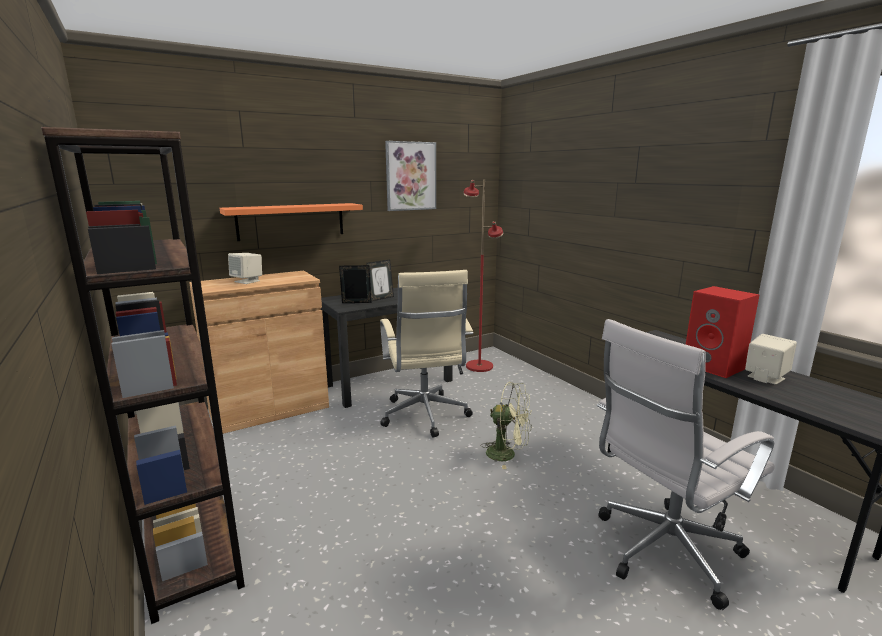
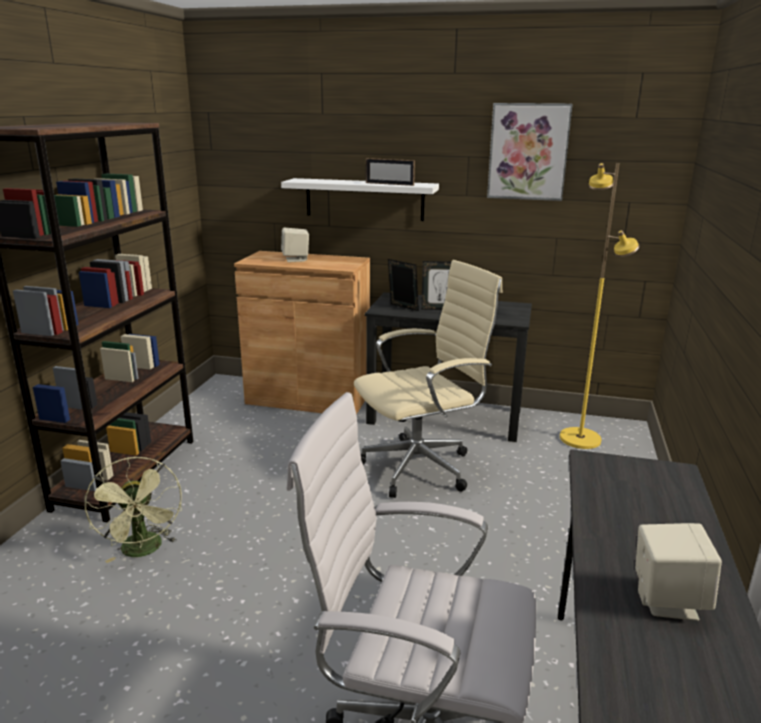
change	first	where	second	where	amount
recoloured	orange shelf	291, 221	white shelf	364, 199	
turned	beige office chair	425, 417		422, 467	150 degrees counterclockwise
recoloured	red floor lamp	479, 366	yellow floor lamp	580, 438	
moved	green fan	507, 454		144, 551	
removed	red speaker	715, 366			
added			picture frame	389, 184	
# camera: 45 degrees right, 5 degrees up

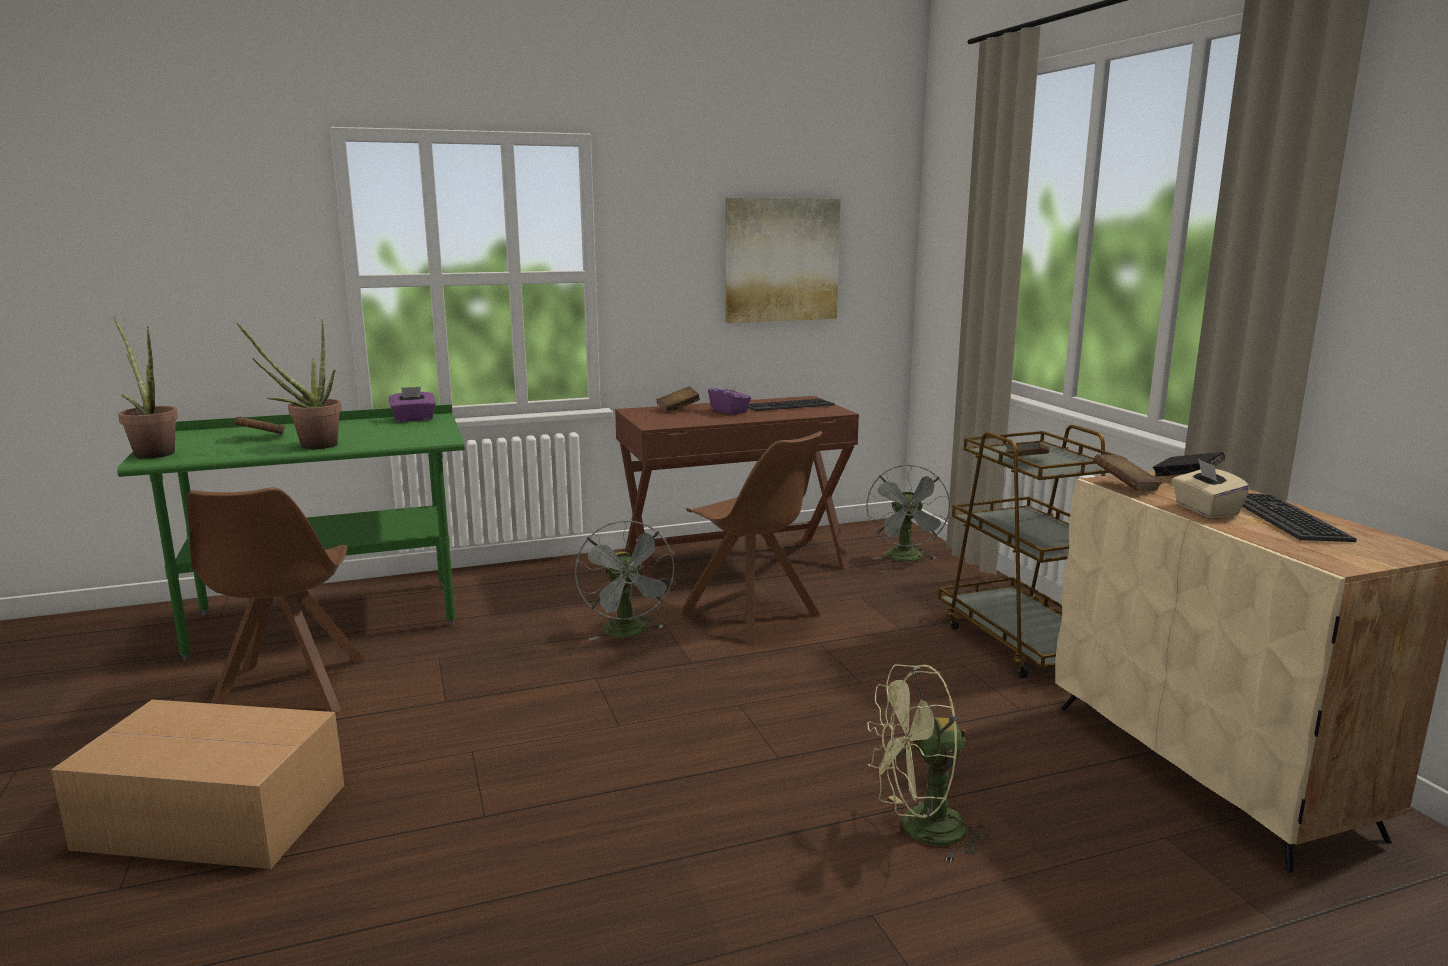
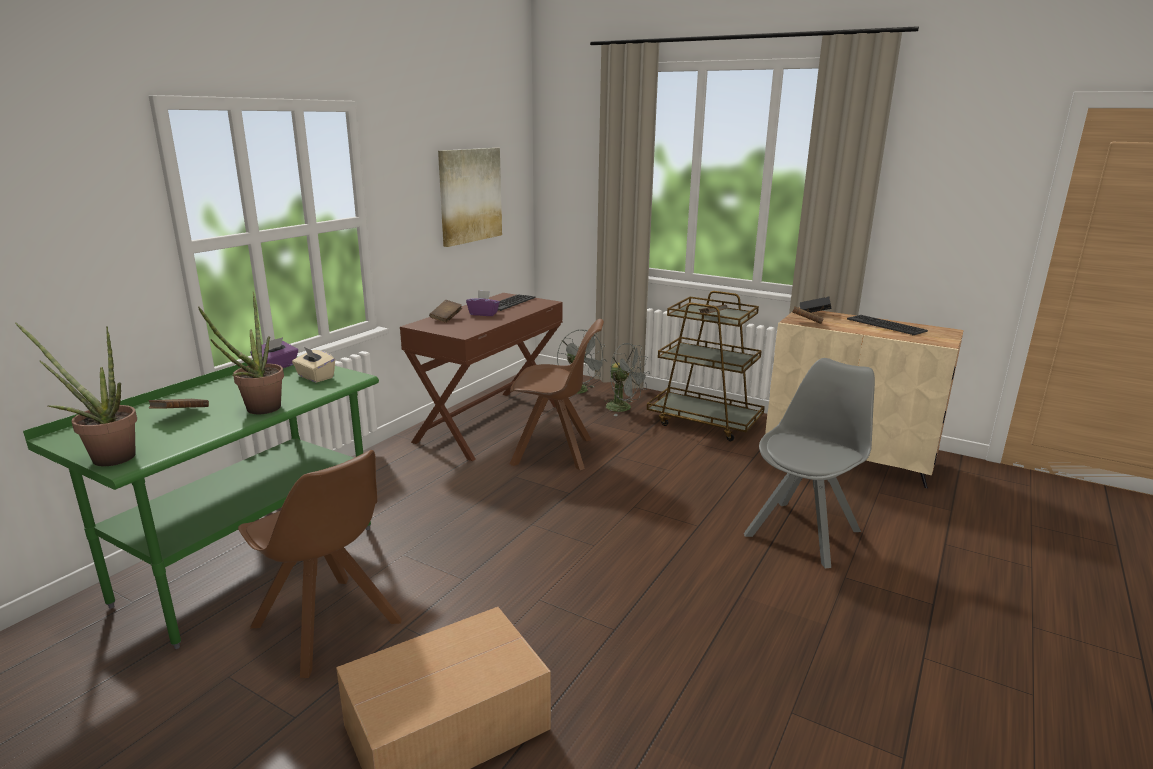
change	first	where	second	where	amount
moved	grey fan	629, 633		624, 408	
replaced	green fan	920, 830	grey chair	804, 531	
moved	beige tissue box	1205, 510		315, 377	
# camera: 40 degrees left, 5 degrees up

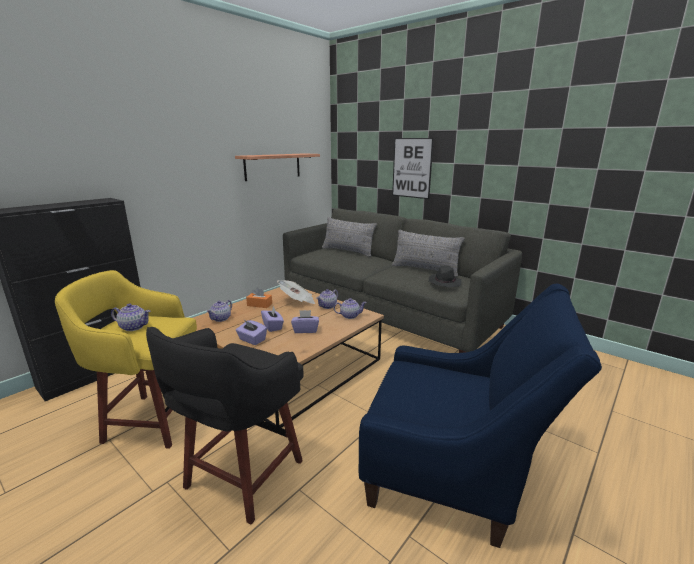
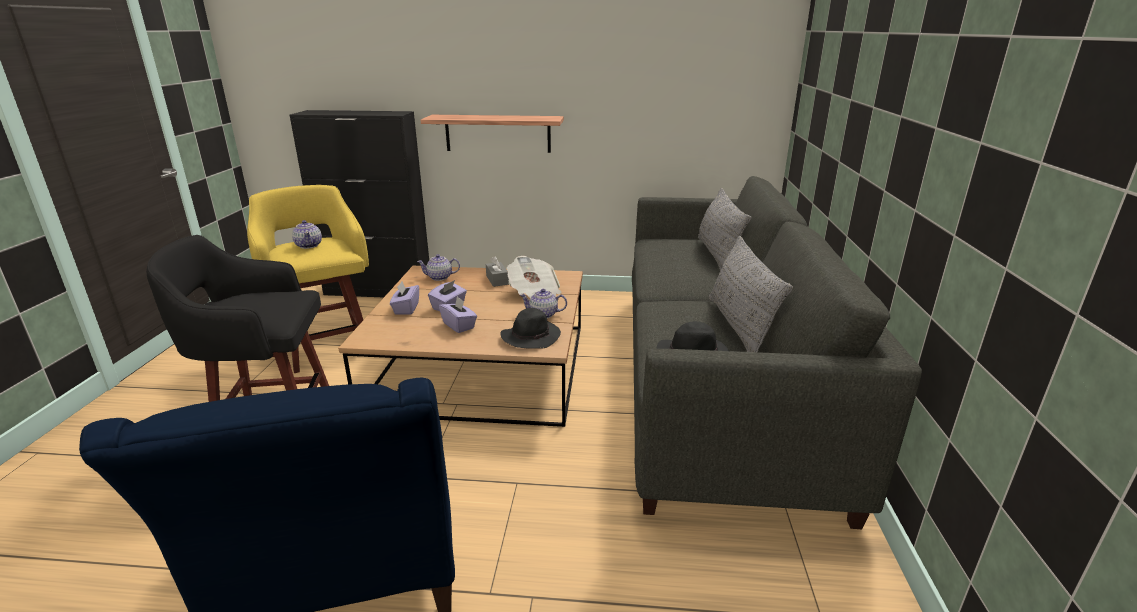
change	first	where	second	where	amount
moved	shelf	273, 166		498, 133	
recoloured	orange tissue box	259, 304	grey tissue box	497, 280	
replaced	teapot	349, 316	black hat	531, 337	
removed	picture	412, 168			
# camera: 55 degrees right, 5 degrees up

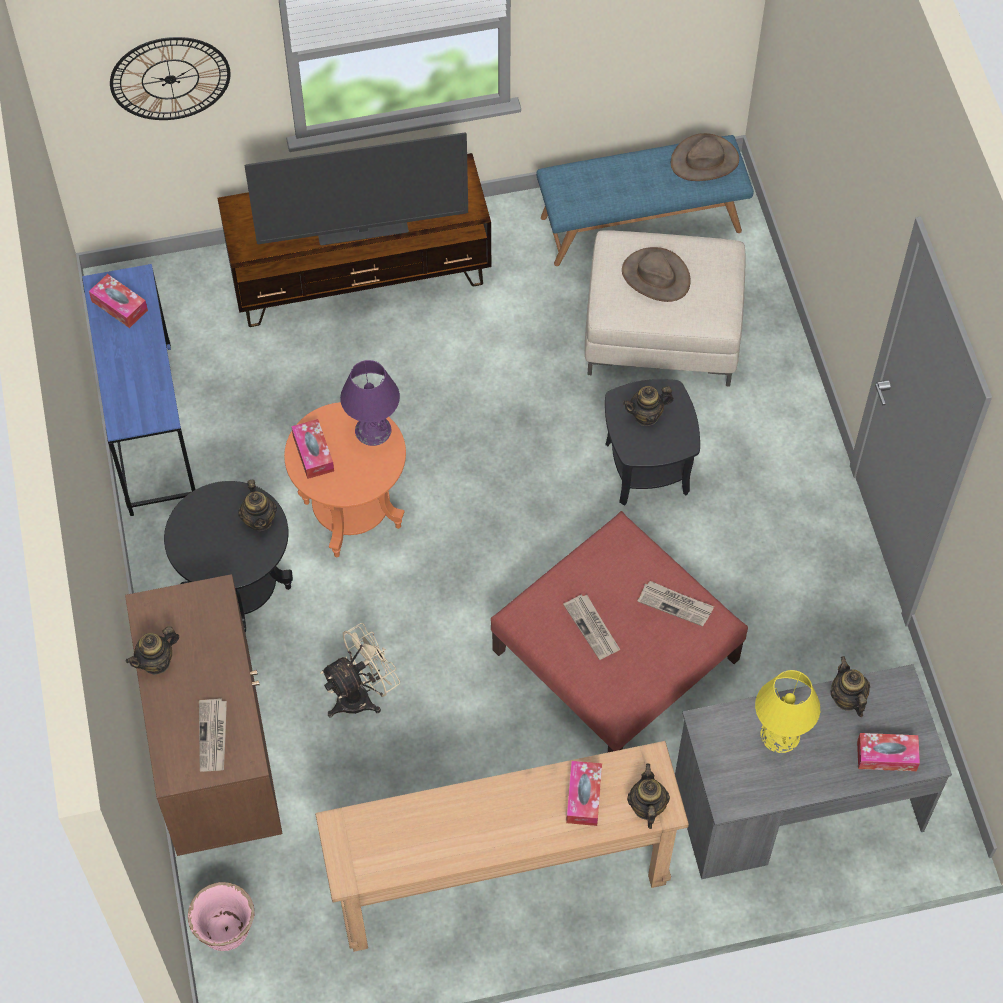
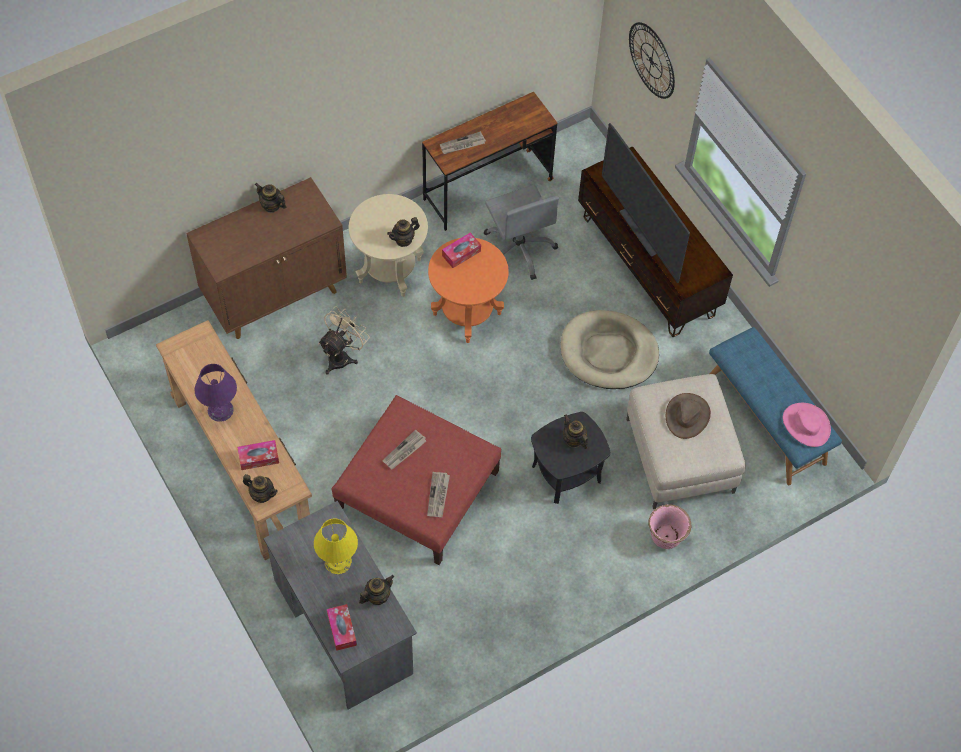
change	first	where	second	where	amount
recoloured	blue desk	150, 429	brown desk	487, 189	
removed	tissue box	119, 306			
recoloured	black side table	239, 593	beige side table	390, 271	
moved	pink planter	226, 931		666, 537	
moved	newspaper	213, 736		462, 145	
turned	beige fan	361, 695		342, 356	90 degrees counterclockwise
moved	purple table lamp	372, 430		220, 409	
turned	teapot	646, 807		262, 494	45 degrees clockwise
recoloured	brown hat	704, 160	pink hat	806, 425	
added			grey office chair	518, 249	
added			beige dog bed	608, 352	
# camera: 70 degrees right, 0 degrees up

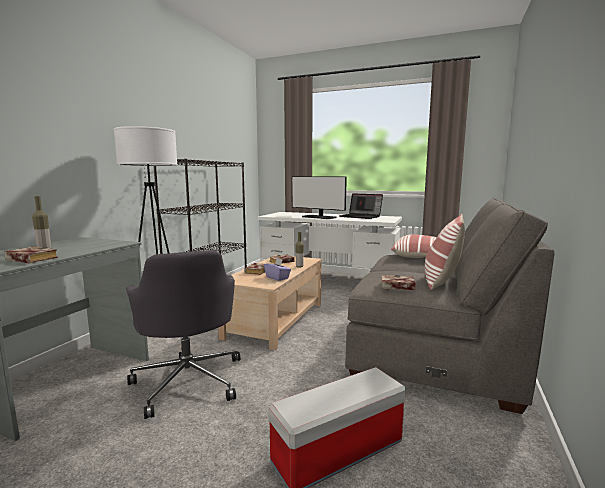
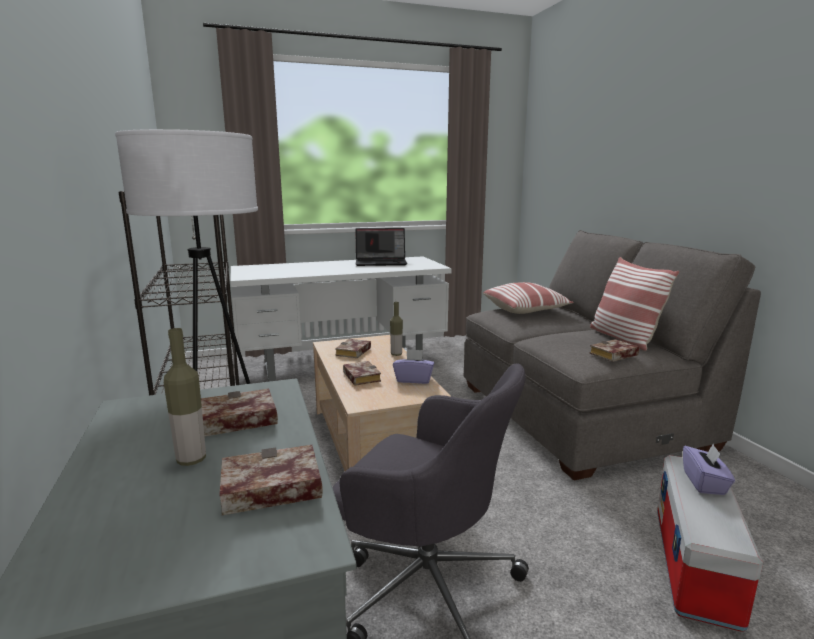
change	first	where	second	where	amount
removed	monitor	319, 217			
added			book	233, 422	
added			purple tissue box	704, 483	
# camera: 40 degrees left, 5 degrees up

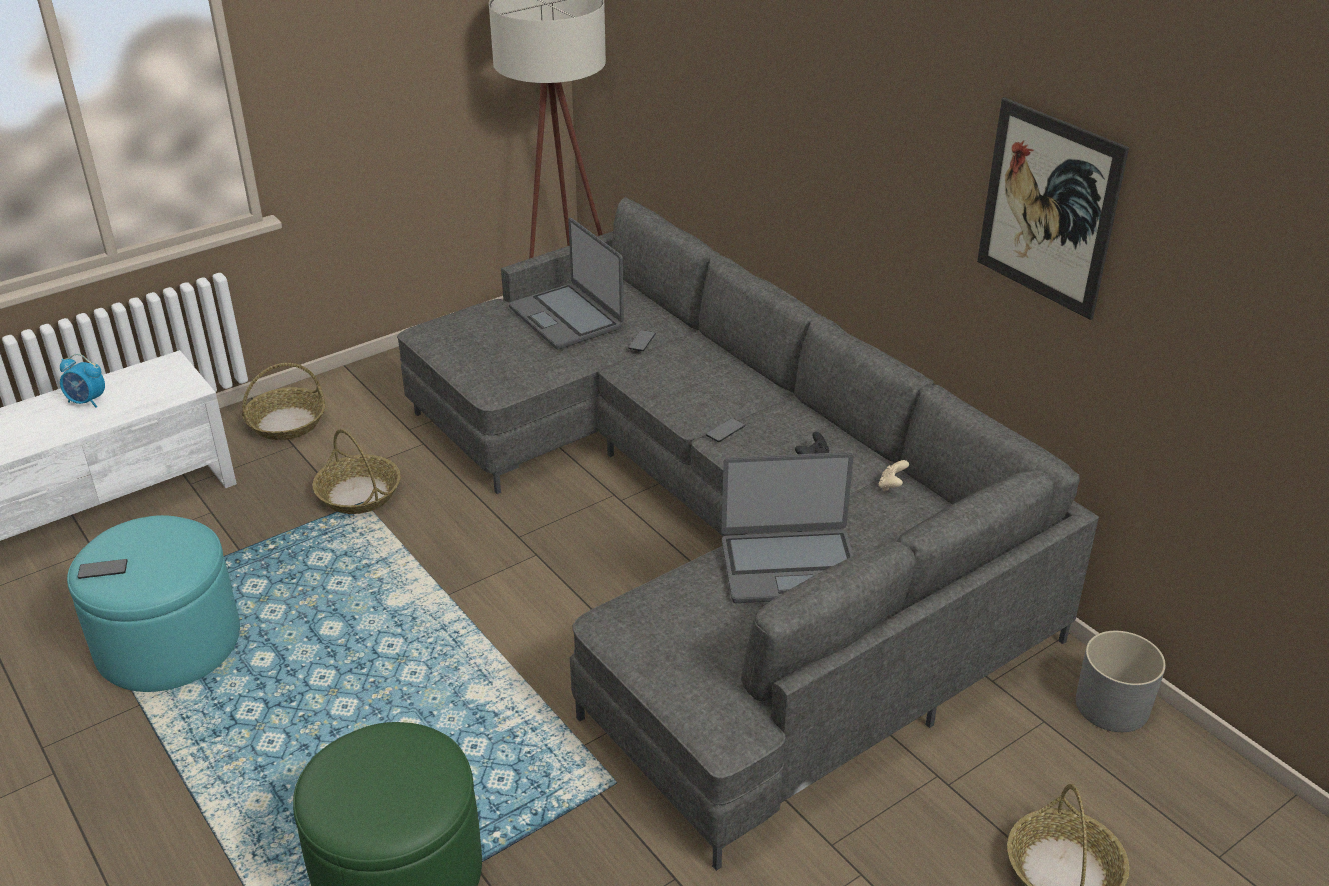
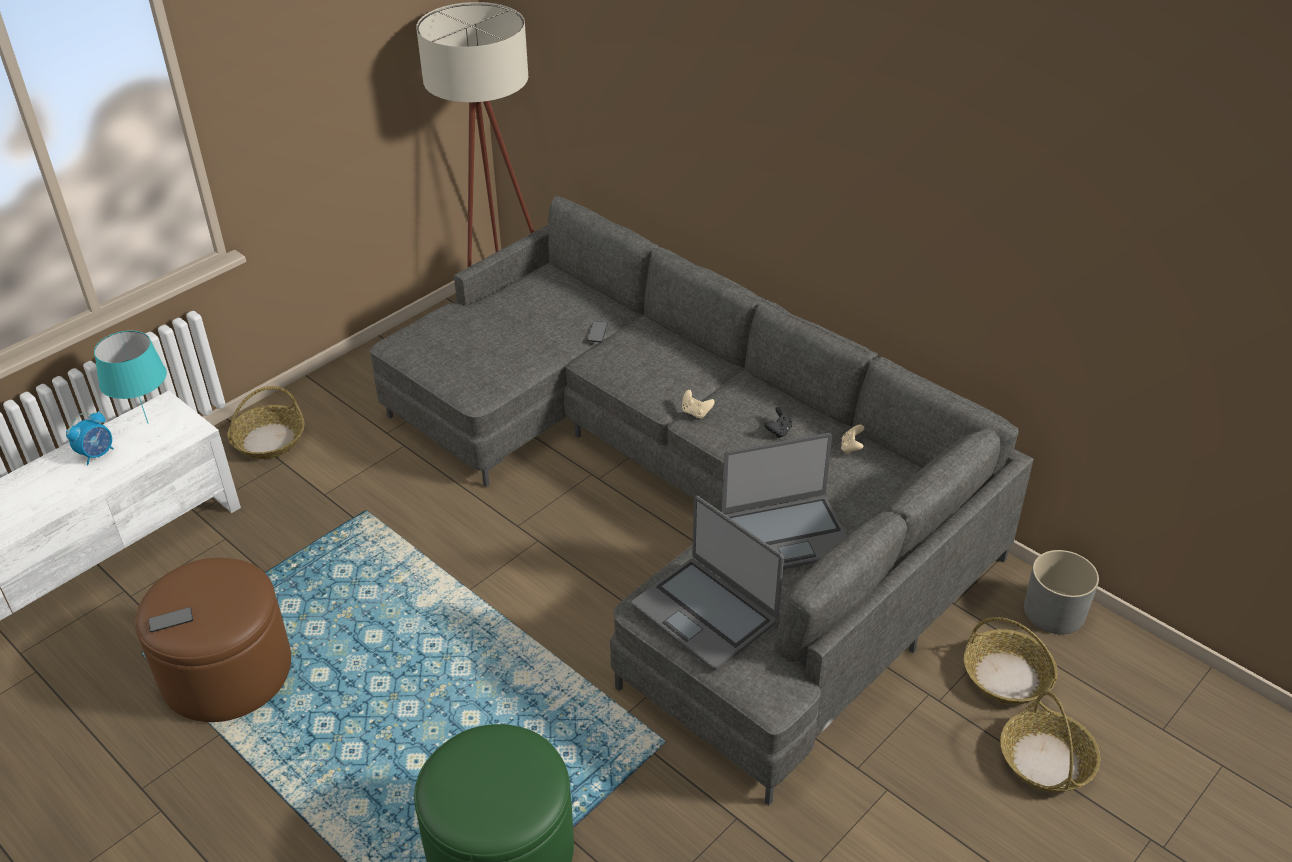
change	first	where	second	where	amount
turned	alarm clock	87, 401		97, 454	60 degrees counterclockwise
recoloured	turquoise ottoman	168, 642	brown ottoman	227, 671	
moved	basket	359, 494		1007, 676	
moved	laptop	567, 317		705, 613	
replaced	phone	725, 431	beige game controller	696, 412	
removed	picture	1048, 208			
added			turquoise table lamp	147, 423	
# camera: 10 degrees left, 5 degrees up

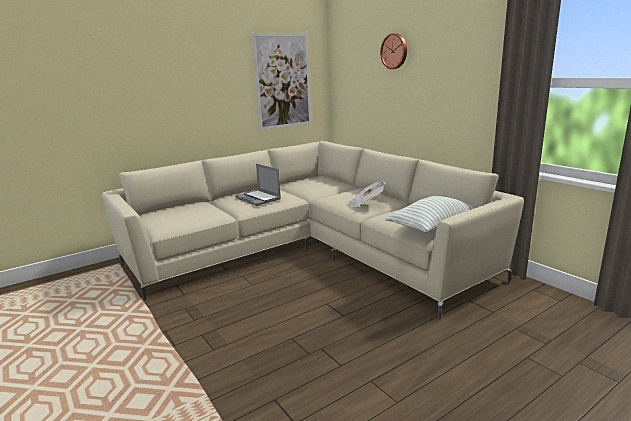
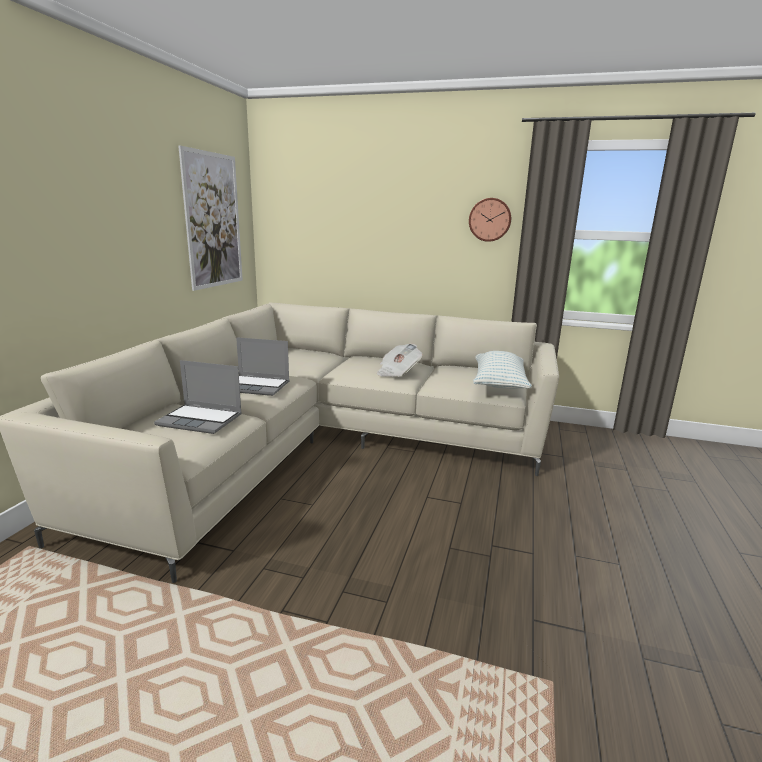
change	first	where	second	where	amount
moved	wall clock	394, 51		490, 219	
added			laptop	201, 420	
# camera: 40 degrees left, 0 degrees up

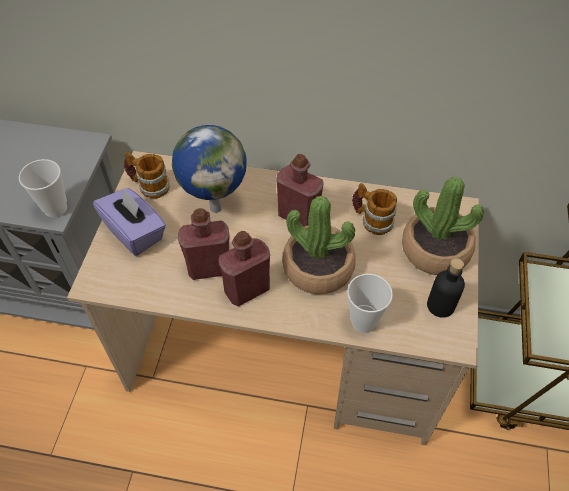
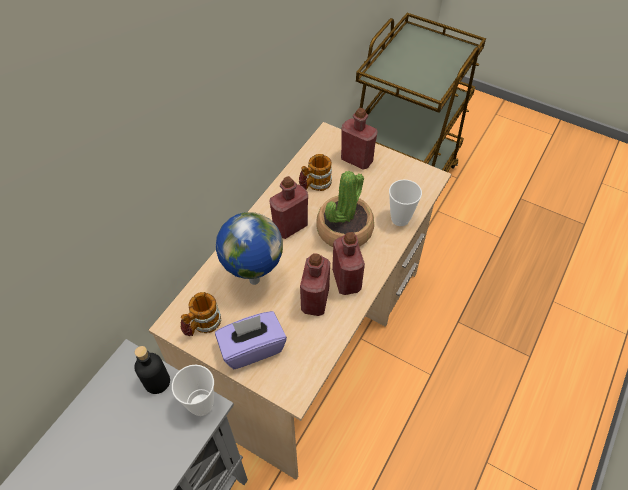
change	first	where	second	where	amount
replaced	potted plant	435, 250	red bottle	356, 160	
moved	black bottle	440, 305		157, 381	
# camera: 70 degrees left, 0 degrees up

